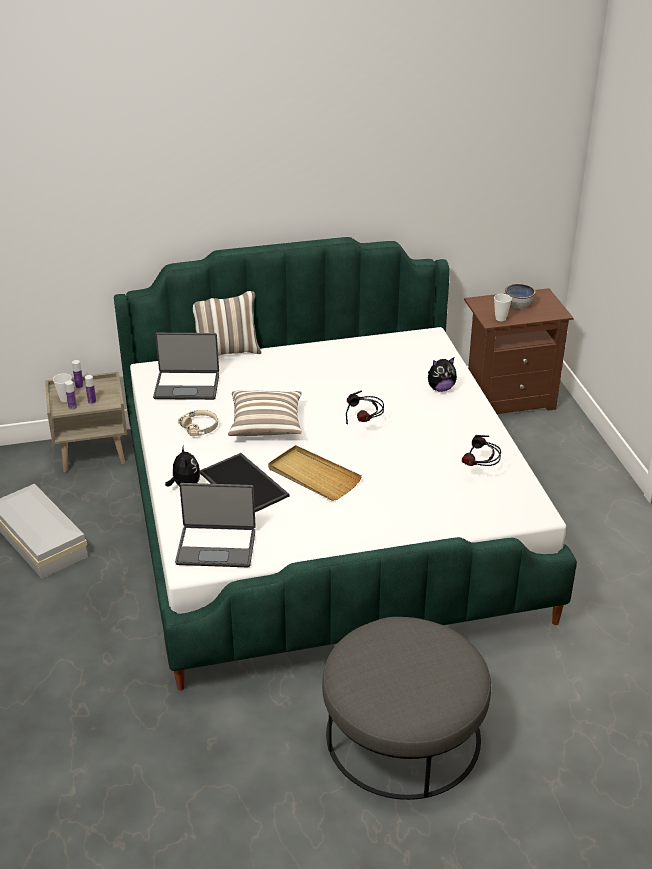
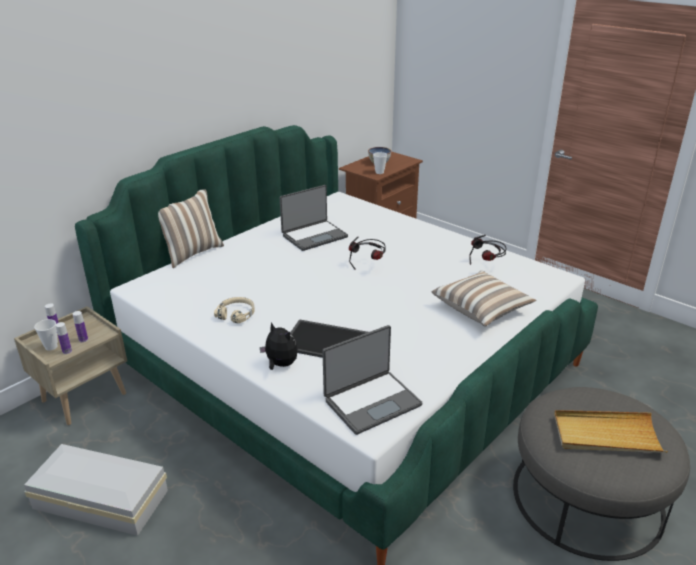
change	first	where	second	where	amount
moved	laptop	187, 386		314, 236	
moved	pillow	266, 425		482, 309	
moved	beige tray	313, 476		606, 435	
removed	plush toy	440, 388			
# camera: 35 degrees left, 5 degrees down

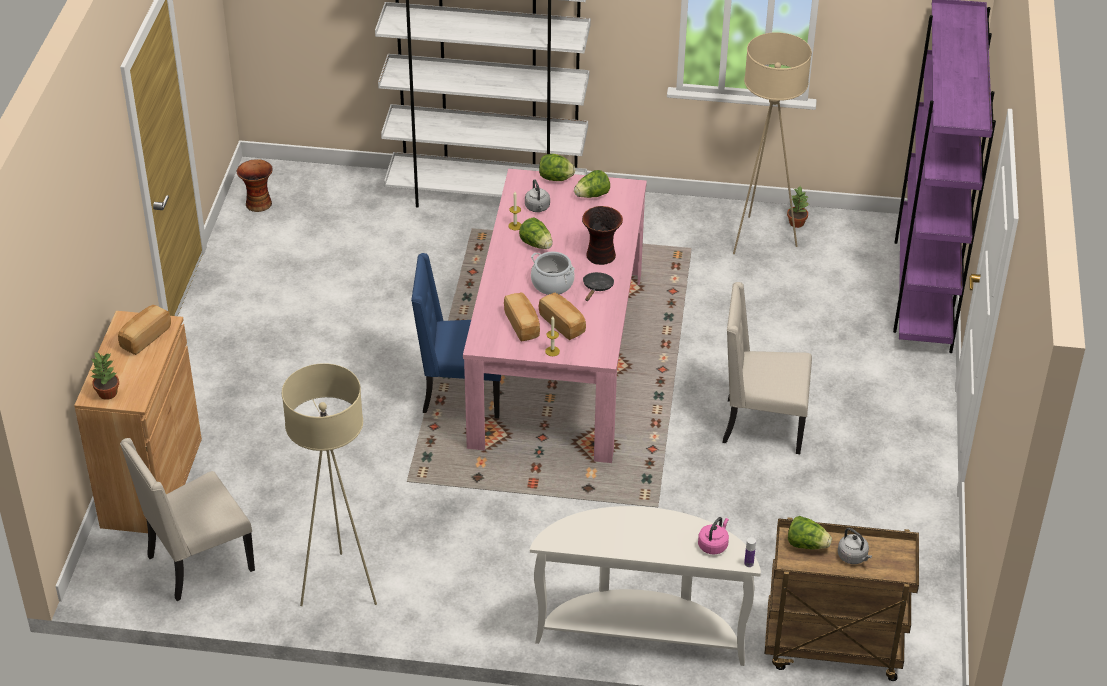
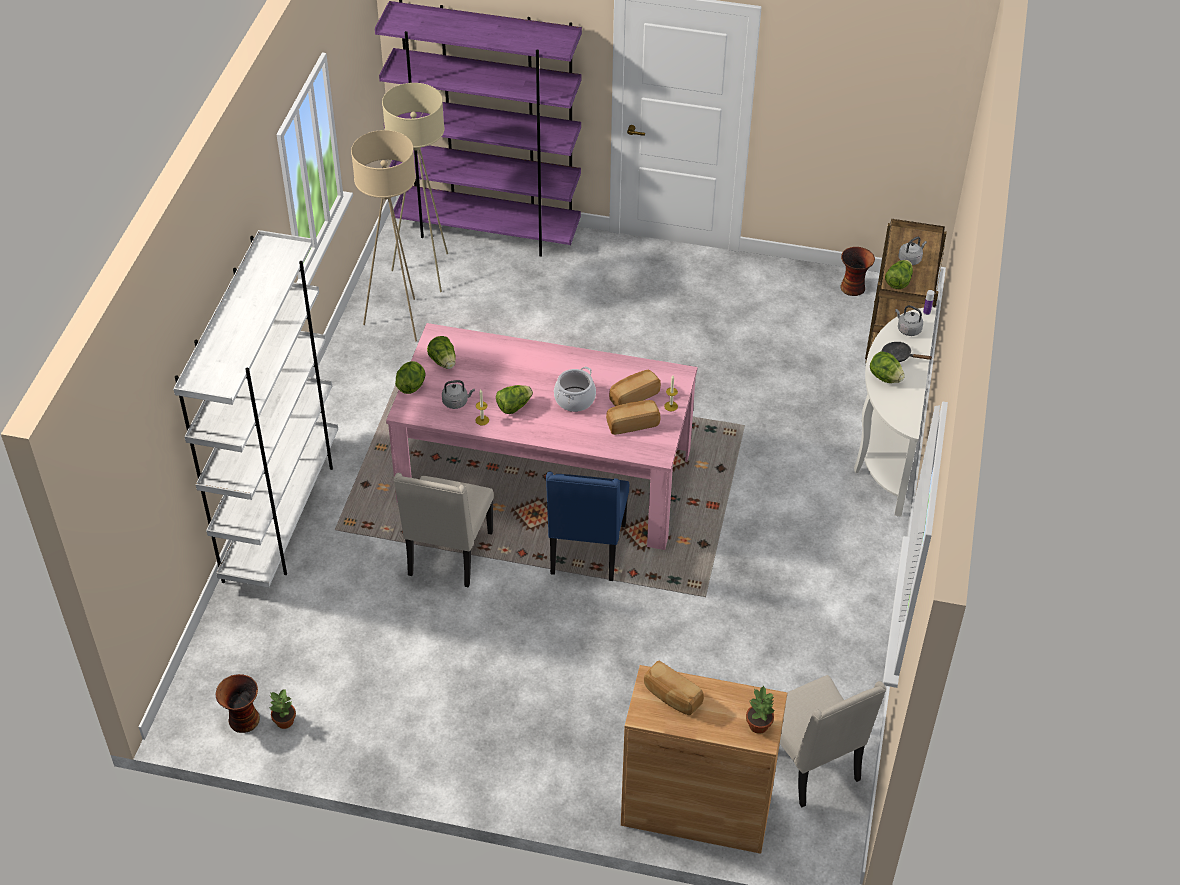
change	first	where	second	where	amount
moved	beige floor lamp	339, 586		425, 271	
moved	vase	601, 256		853, 287	
moved	black frying pan	597, 288		899, 356	
recoloured	pink kettle	713, 545	grey kettle	907, 329	
moved	beige chair	761, 425		448, 555	
moved	potted plant	796, 222		284, 721	
added			lettuce	885, 378	
# camera: 85 degrees left, 5 degrees up

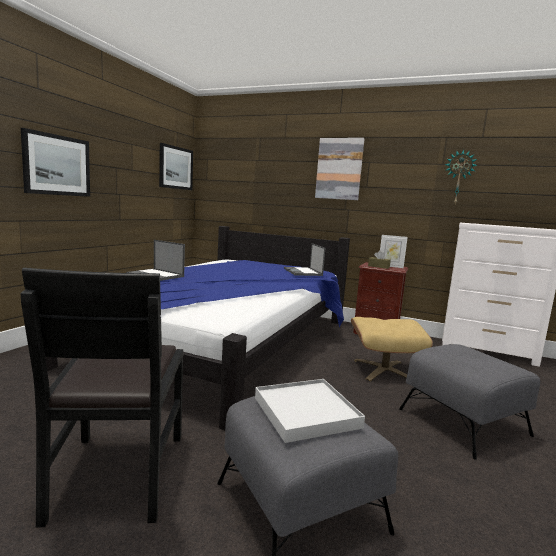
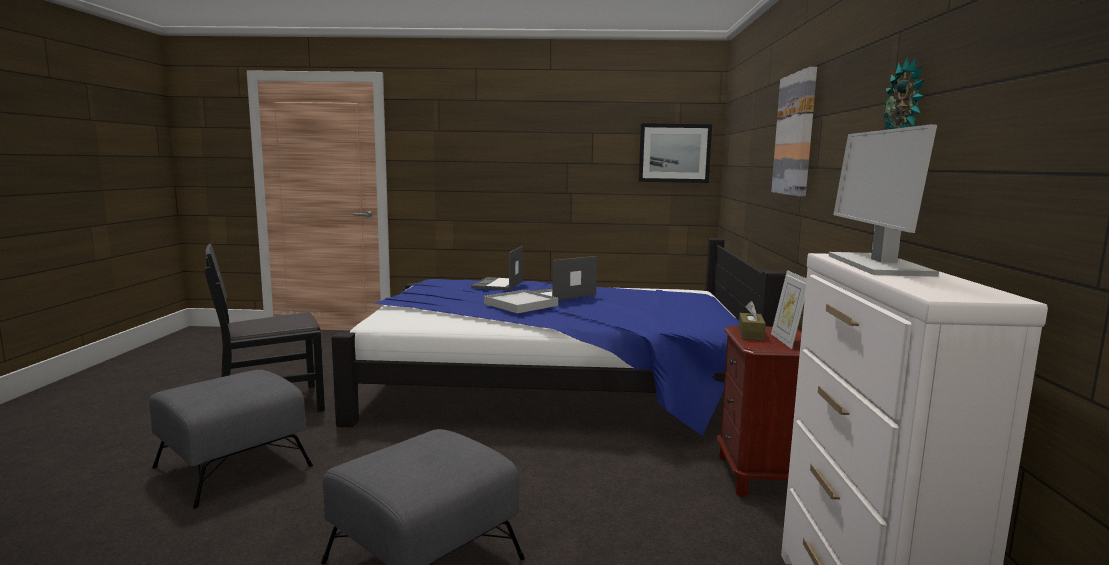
change	first	where	second	where	amount
removed	picture	57, 165			
moved	white tray	306, 412		521, 305	
moved	laptop	303, 272		562, 294	
removed	beige ottoman	384, 370			
added			monitor	876, 265	
# camera: 70 degrees right, 0 degrees up

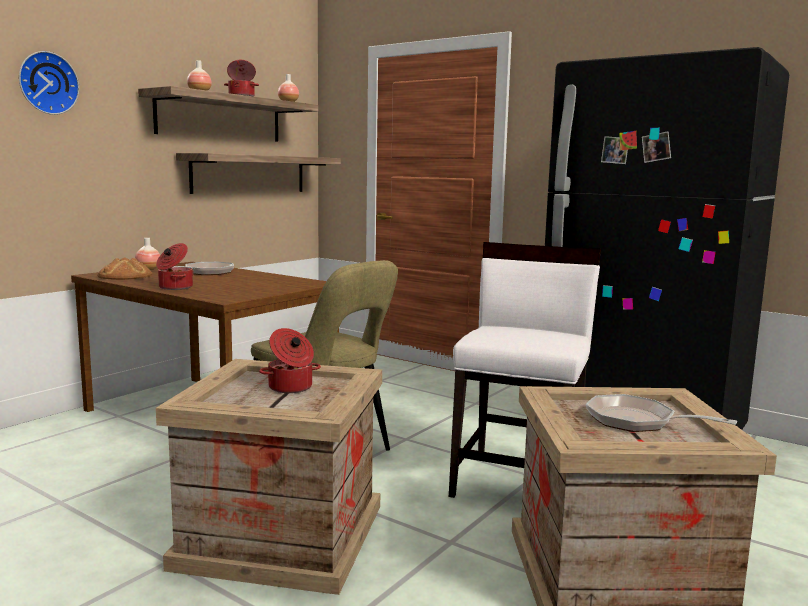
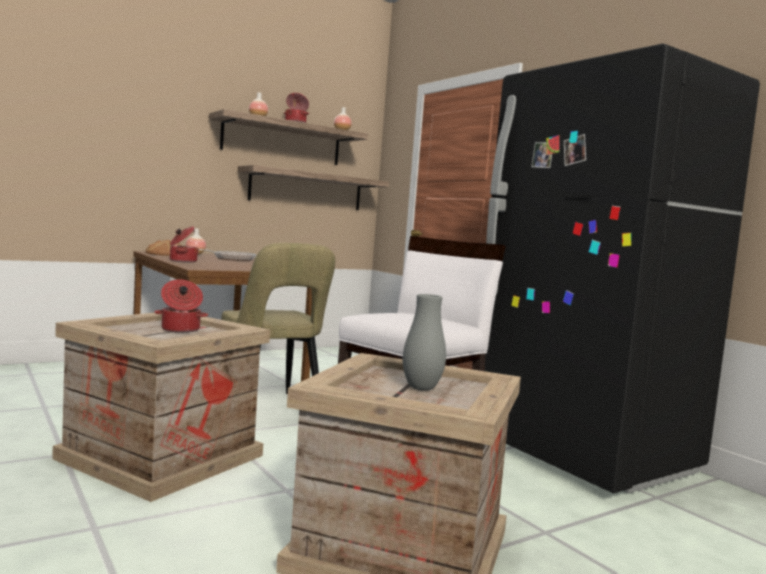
change	first	where	second	where	amount
removed	wall clock	47, 83			
replaced	frying pan	637, 421	grey vase	421, 388	
# camera: 20 degrees right, 5 degrees down

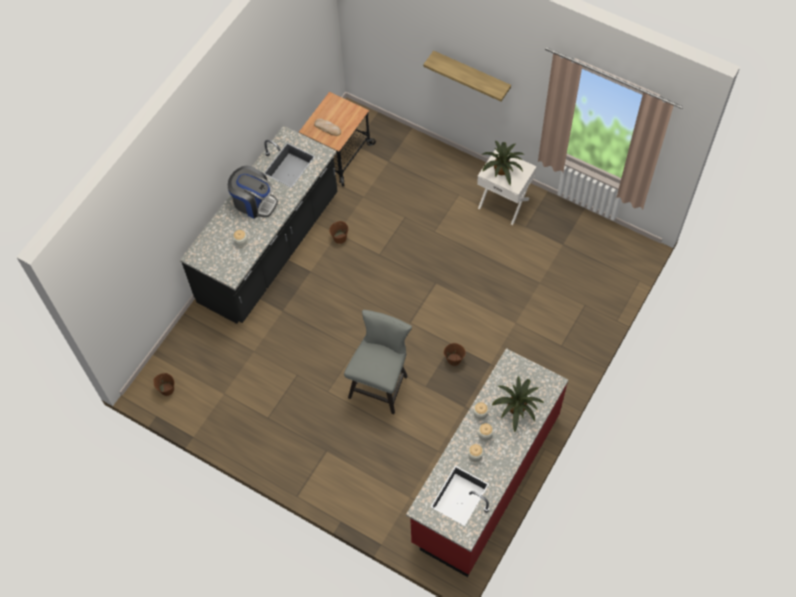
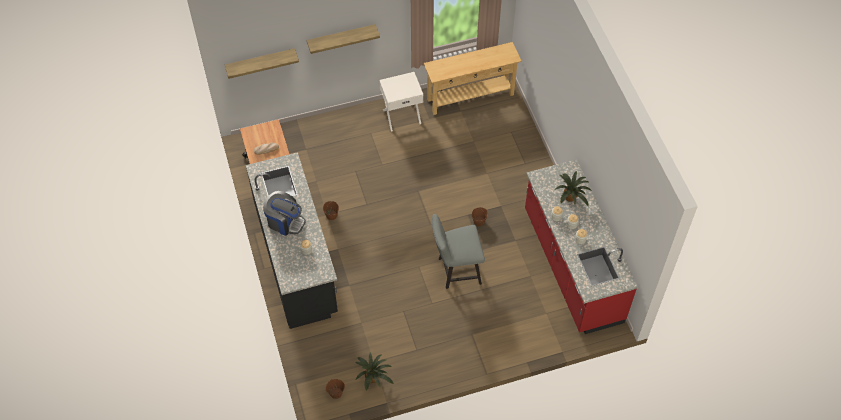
change	first	where	second	where	amount
turned	coffee machine	254, 202		285, 222	45 degrees clockwise
turned	grey chair	380, 383		456, 271	75 degrees counterclockwise
moved	potted plant	502, 171		373, 377	
added			shelf	261, 62	
added			beige console table	470, 96	
# camera: 50 degrees left, 5 degrees down

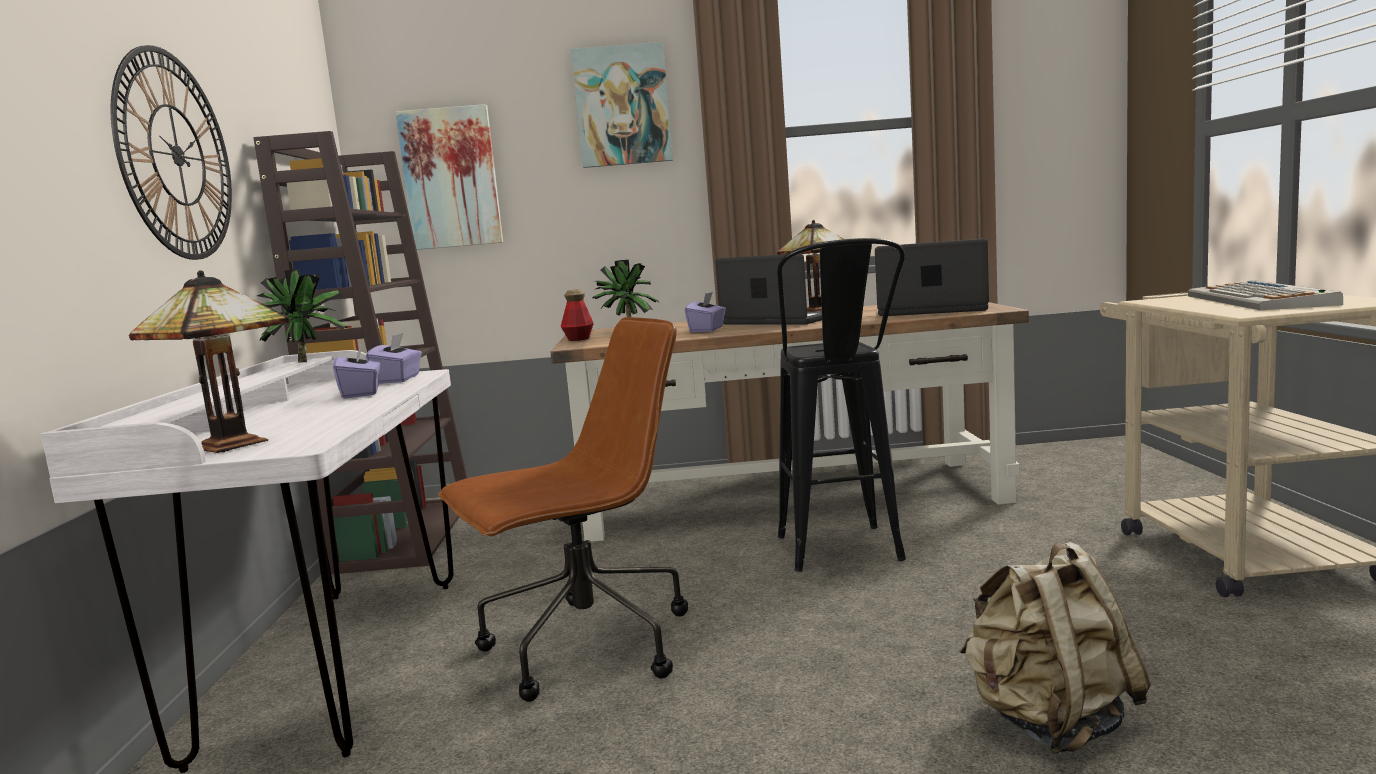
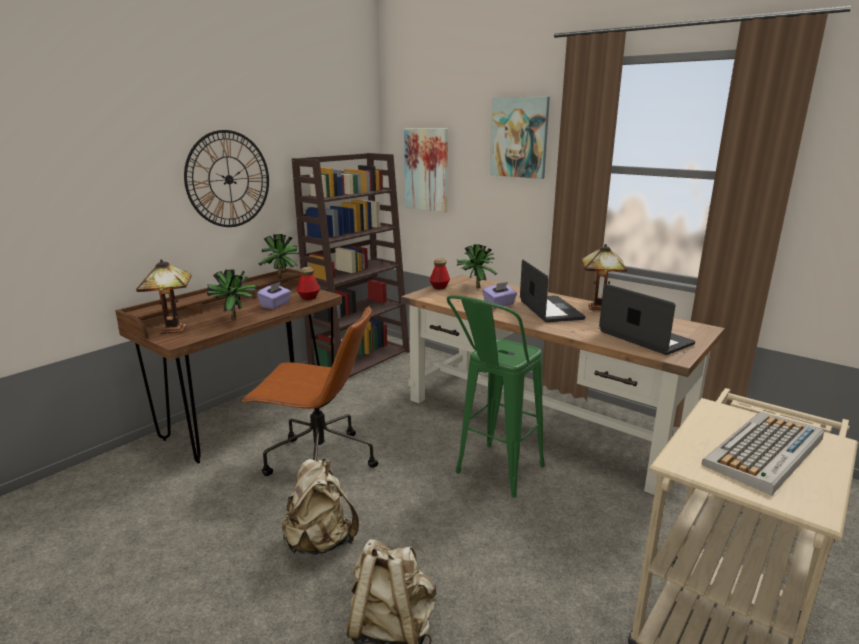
change	first	where	second	where	amount
recoloured	white desk	337, 662	brown desk	251, 417	
replaced	purple tissue box	398, 379	bottle	309, 297	
recoloured	black stool	843, 556	green stool	493, 476	
added			potted plant	236, 319	
added			beige backpack	320, 542	
# camera: 40 degrees right, 10 degrees up

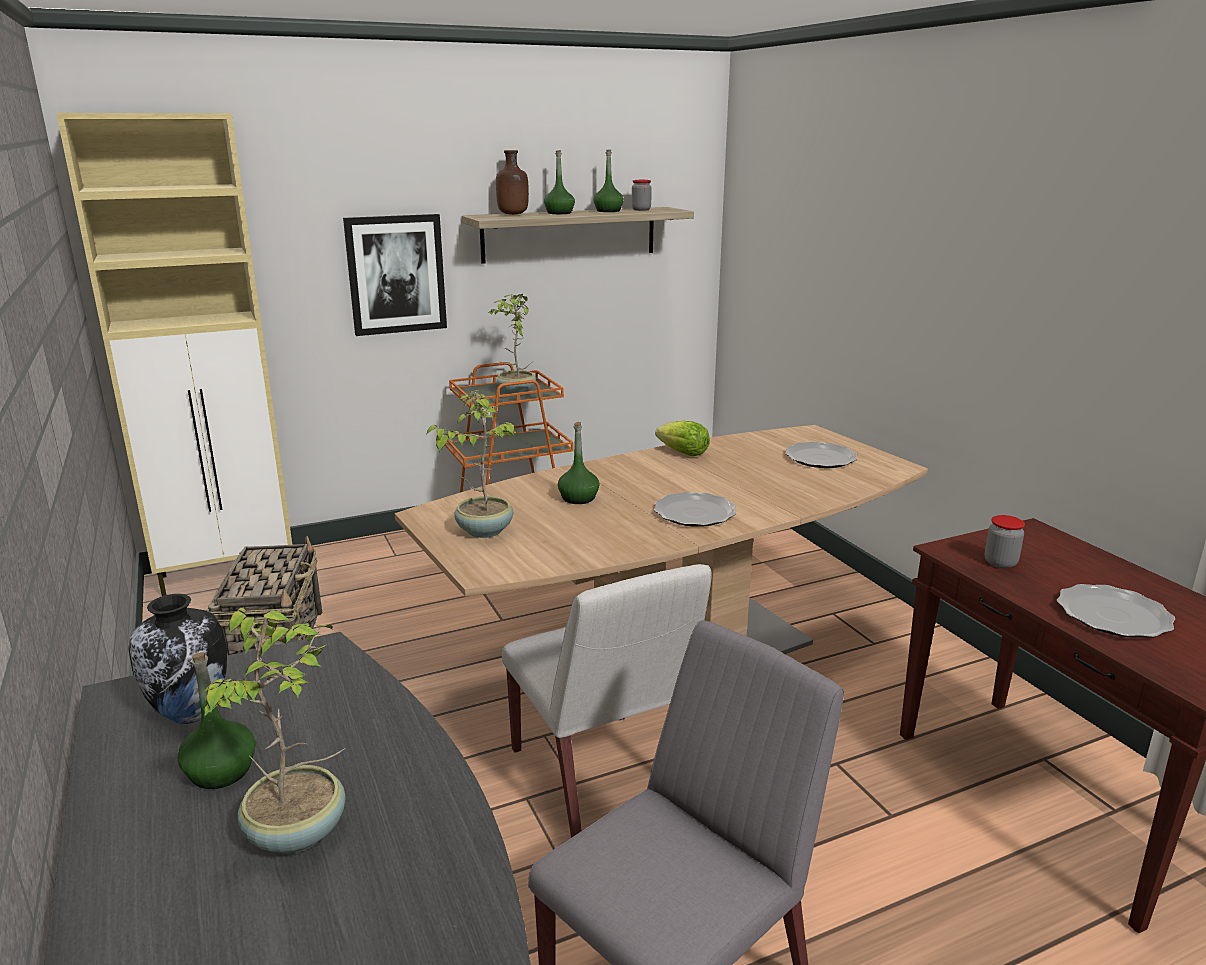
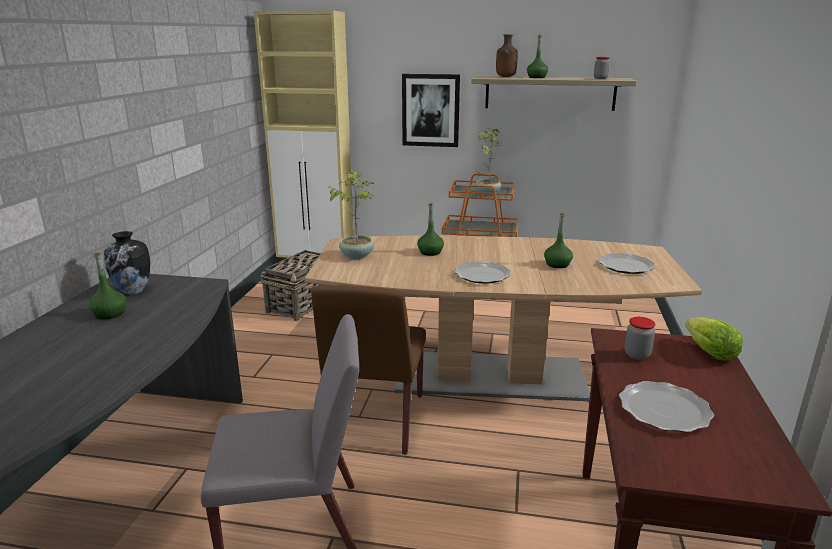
change	first	where	second	where	amount
removed	potted plant	299, 832			
recoloured	white chair	602, 779	brown chair	374, 420	
moved	green bottle	608, 211		557, 264	
moved	lettuce	683, 453		710, 353	
# camera: 35 degrees right, 0 degrees up

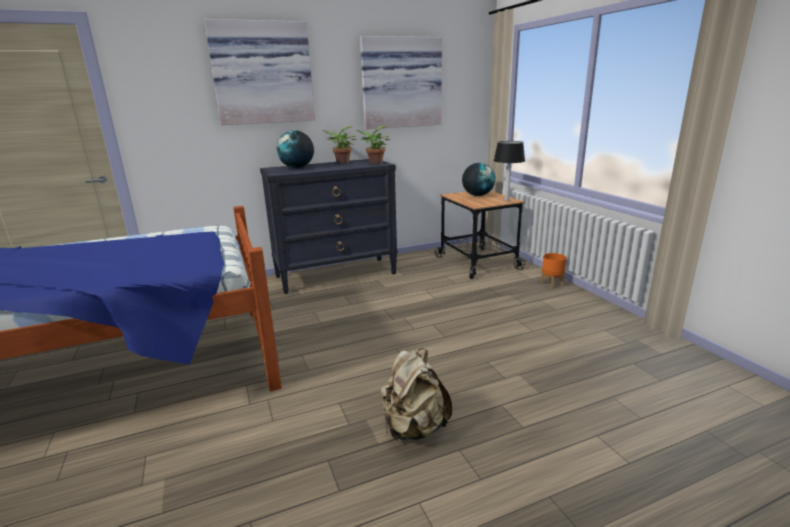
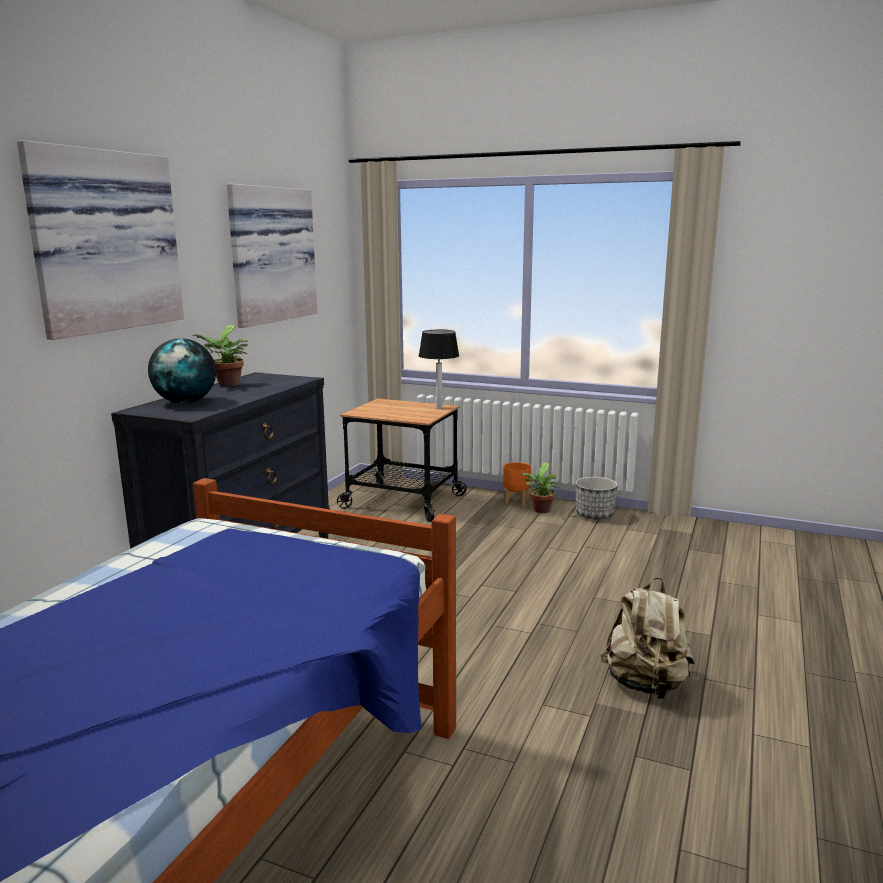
change	first	where	second	where	amount
moved	potted plant	374, 163		540, 511	
removed	globe	477, 195			
added			planter	594, 515	
# camera: 45 degrees left, 5 degrees down

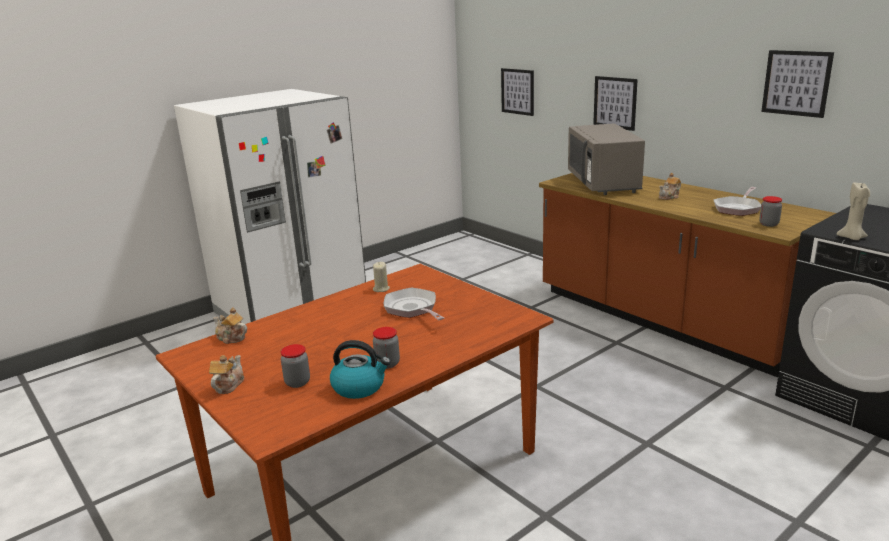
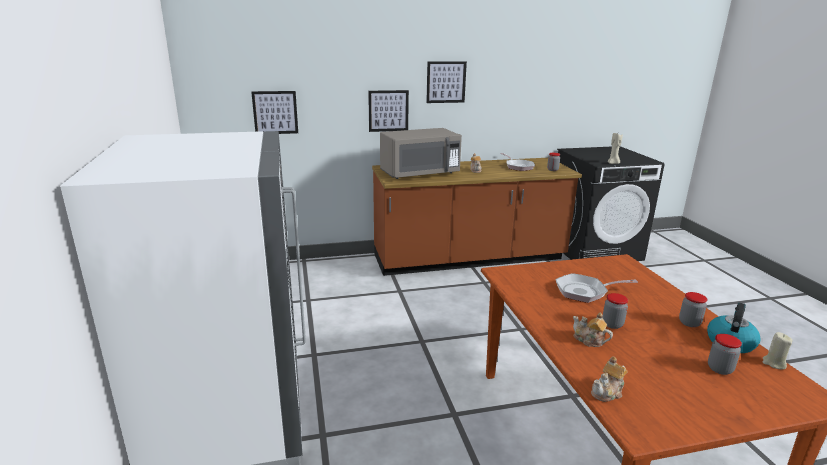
change	first	where	second	where	amount
moved	teapot	228, 385		589, 340	
moved	beige candle	381, 289		774, 363	
turned	grey microwave	602, 183		419, 173	45 degrees counterclockwise
moved	picture	796, 83		446, 82	
added			jar	612, 324	
# camera: 65 degrees left, 0 degrees up

